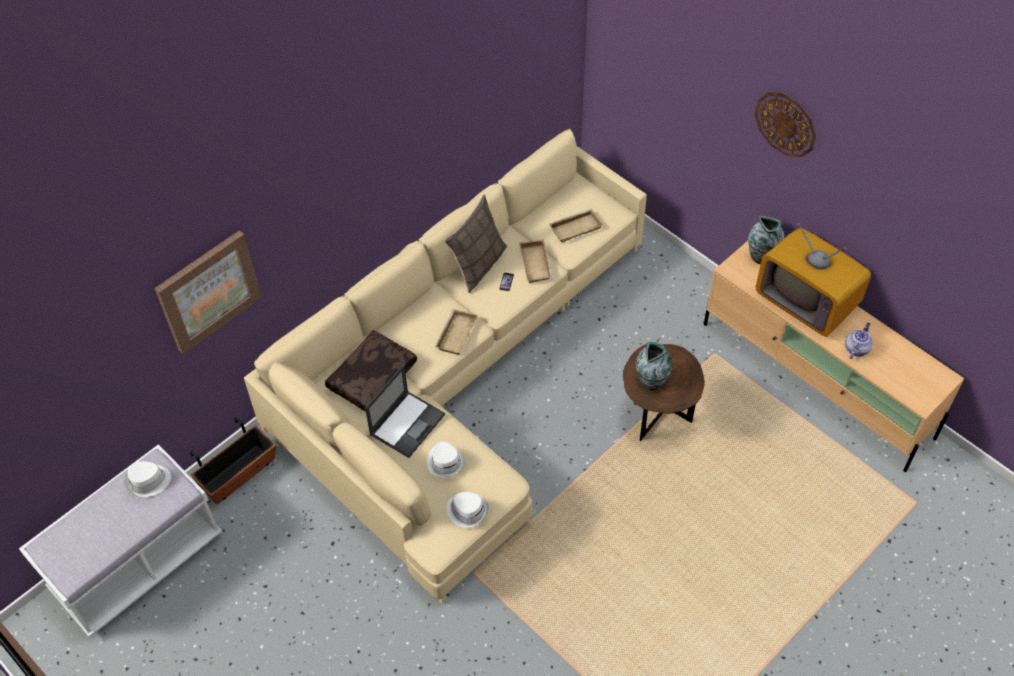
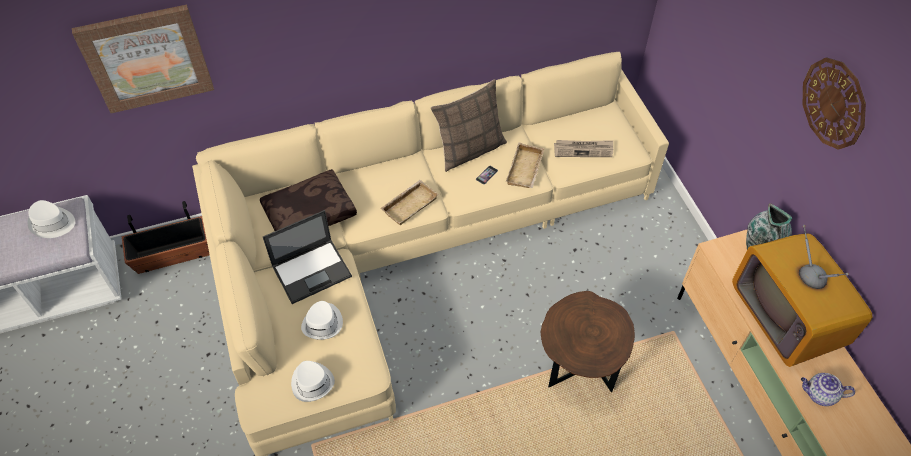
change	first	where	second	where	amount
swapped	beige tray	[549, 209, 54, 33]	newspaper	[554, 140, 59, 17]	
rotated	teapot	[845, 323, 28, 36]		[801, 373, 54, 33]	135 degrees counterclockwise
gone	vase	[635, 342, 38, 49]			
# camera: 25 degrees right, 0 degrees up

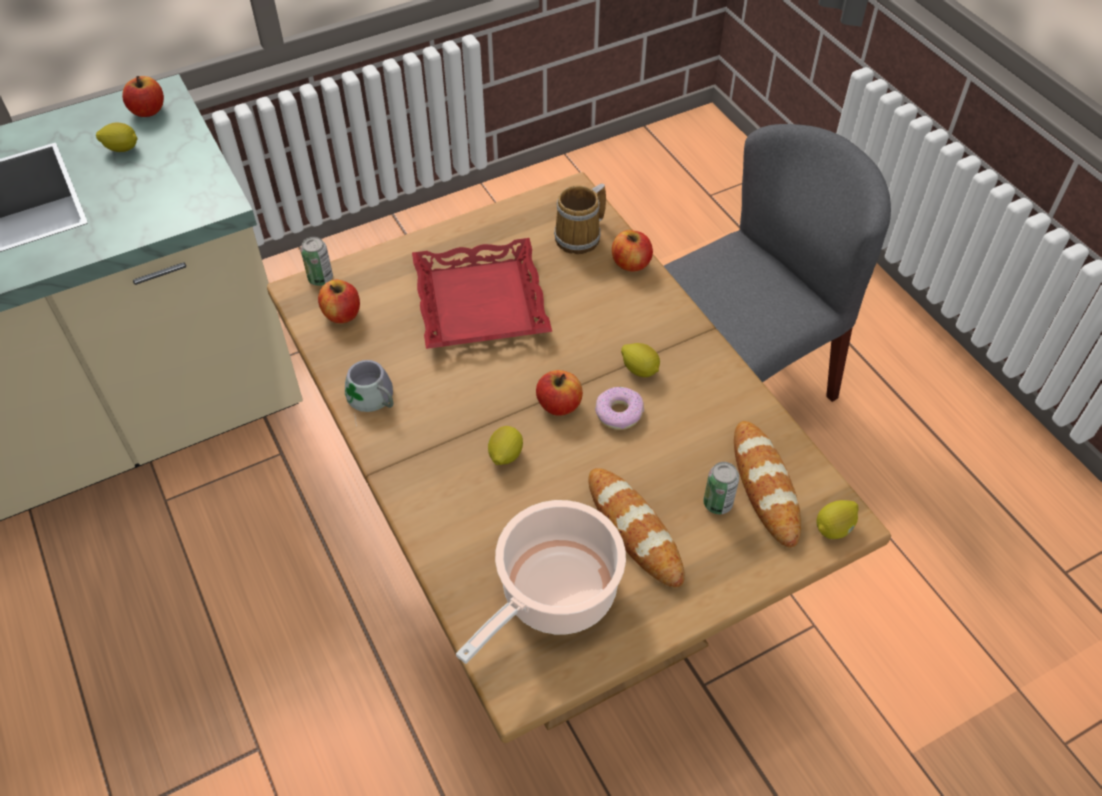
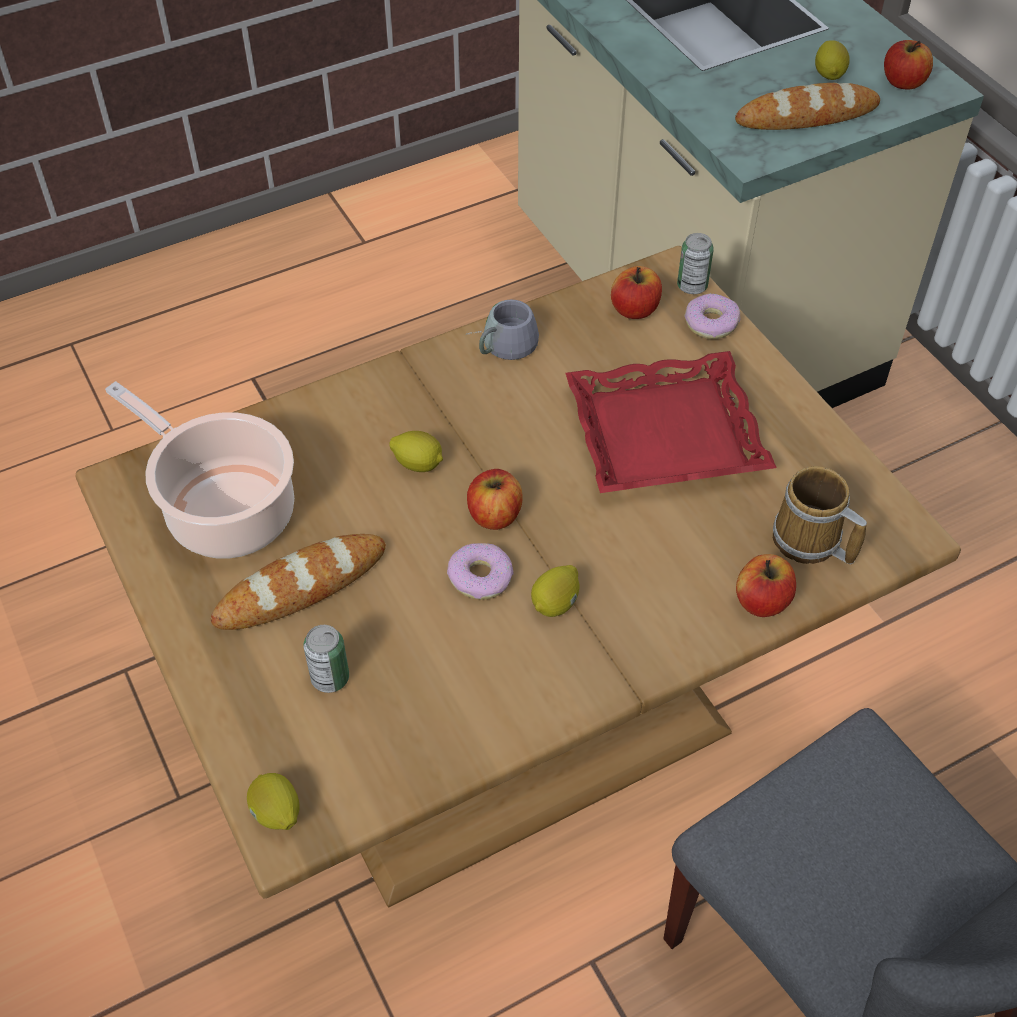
change	first	where	second	where	amount
new			donut	[684, 293, 56, 46]	
shifted	bread	[734, 421, 67, 127]		[735, 83, 145, 47]	
# camera: 90 degrees right, 0 degrees up

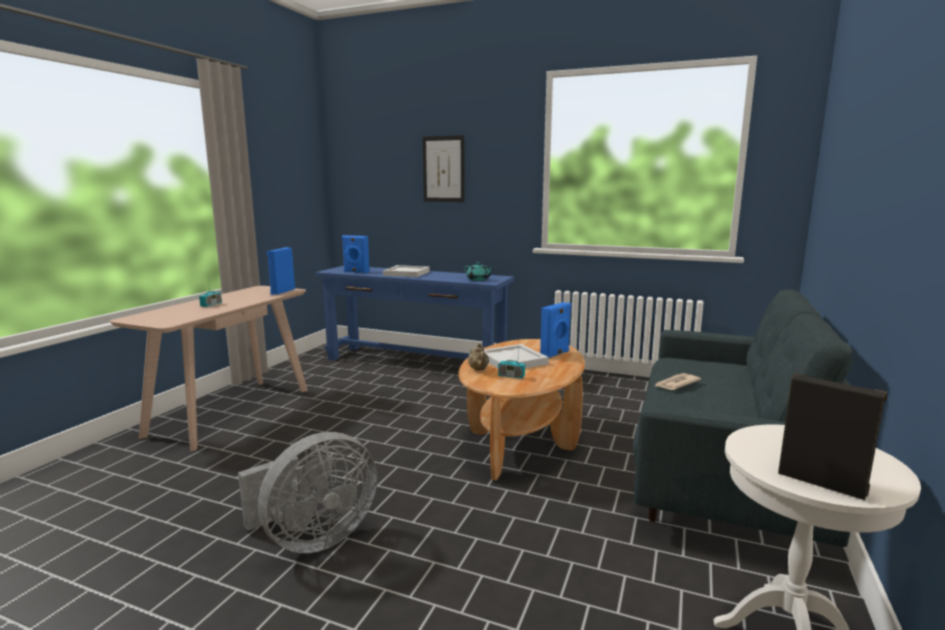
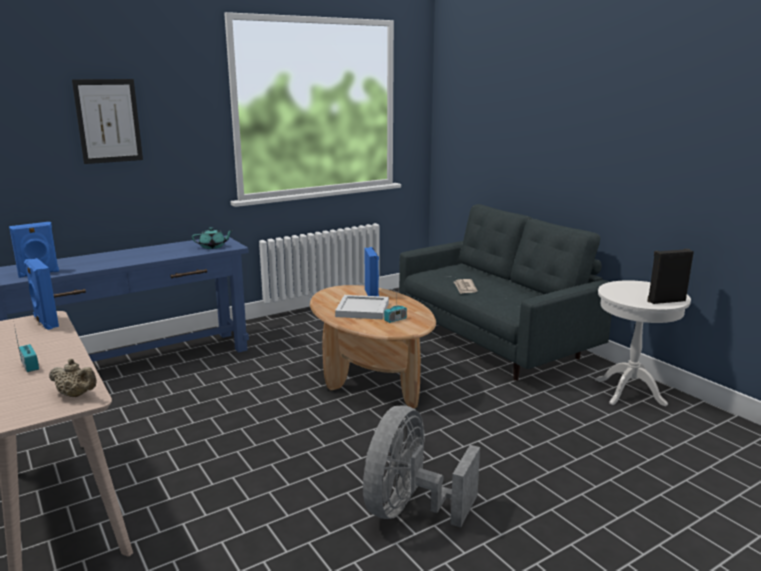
change	first	where	second	where	amount
shifted	beige teapot	[468, 343, 21, 27]		[49, 359, 48, 38]	
rotated	grey fan	[238, 432, 139, 121]		[363, 405, 117, 122]	150 degrees counterclockwise
gone	white tray	[383, 265, 47, 12]			
# camera: 55 degrees left, 5 degrees up

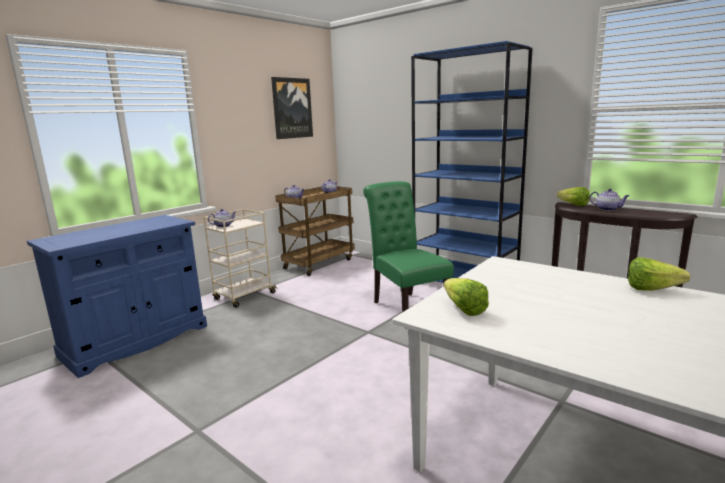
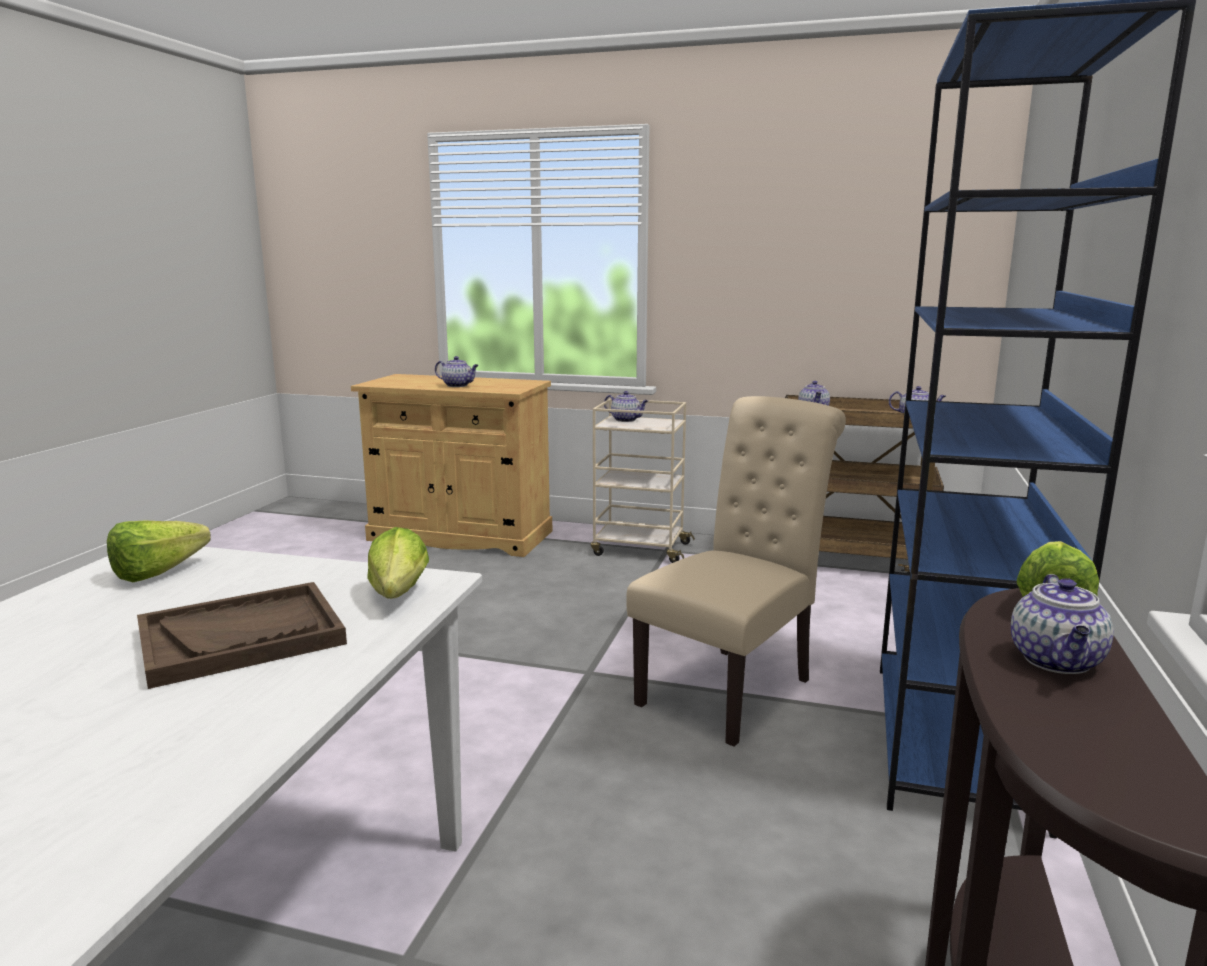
change	first	where	second	where	amount
new			brown tray	[137, 582, 210, 107]	
repainted	blue cabinet	[27, 215, 180, 163]	beige cabinet	[351, 374, 201, 183]	
shifted	lettuce	[628, 257, 62, 34]		[367, 527, 62, 72]	
new			teapot	[435, 356, 44, 31]	
repainted	green chair	[363, 181, 91, 147]	beige chair	[626, 396, 220, 351]	
gone	picture	[271, 77, 42, 62]			
# camera: 65 degrees right, 0 degrees up

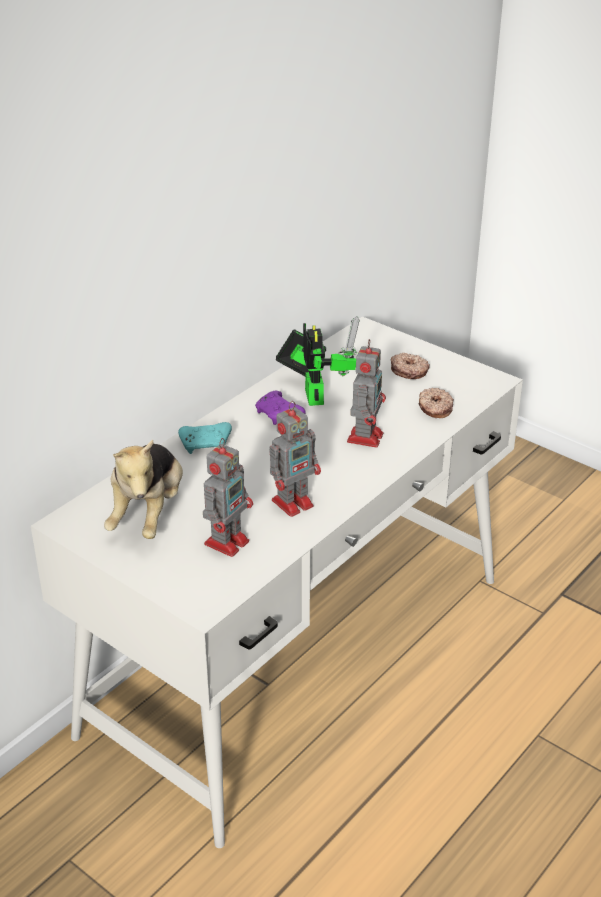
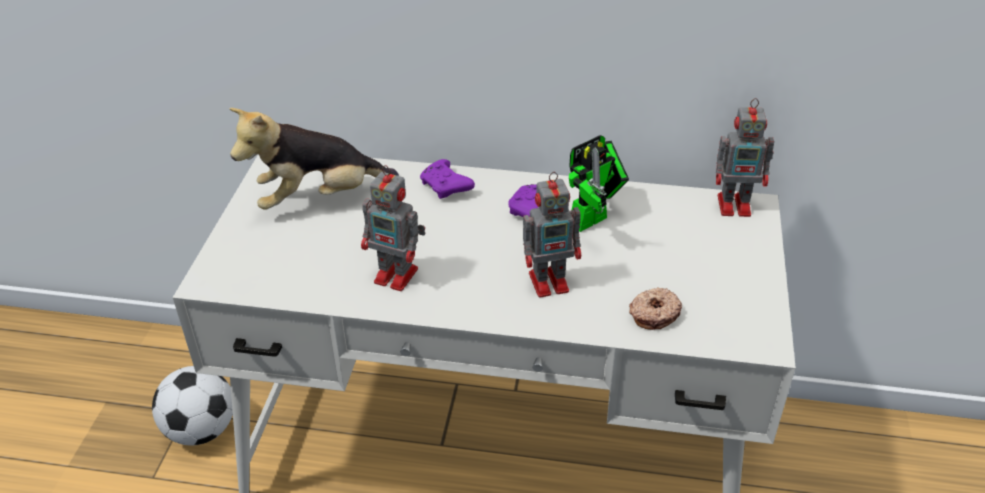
change	first	where	second	where	amount
new			football	[152, 366, 81, 80]	
repainted	turquoise game controller	[178, 422, 54, 32]	purple game controller	[420, 159, 55, 40]	
shifted	toy robot	[203, 438, 50, 119]		[716, 98, 58, 119]	
gone	donut	[391, 353, 39, 26]			
# camera: 60 degrees right, 5 degrees up

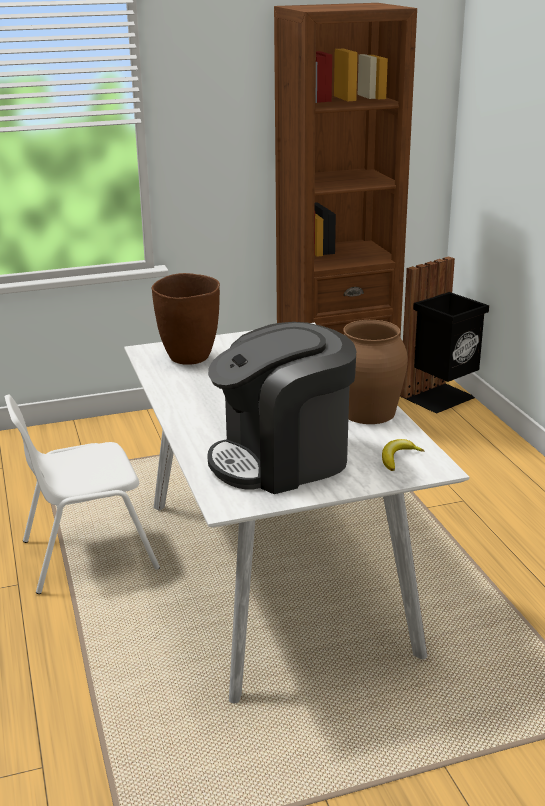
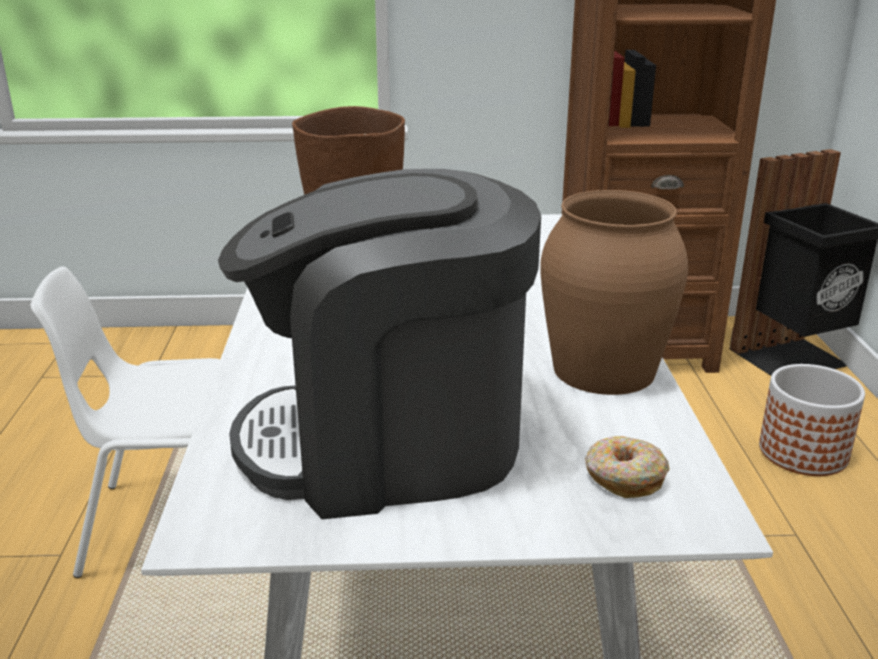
change	first	where	second	where	amount
swapped	banana	[382, 439, 42, 32]	donut	[585, 436, 85, 62]	
new			planter	[759, 364, 106, 112]	
# camera: 15 degrees right, 0 degrees up

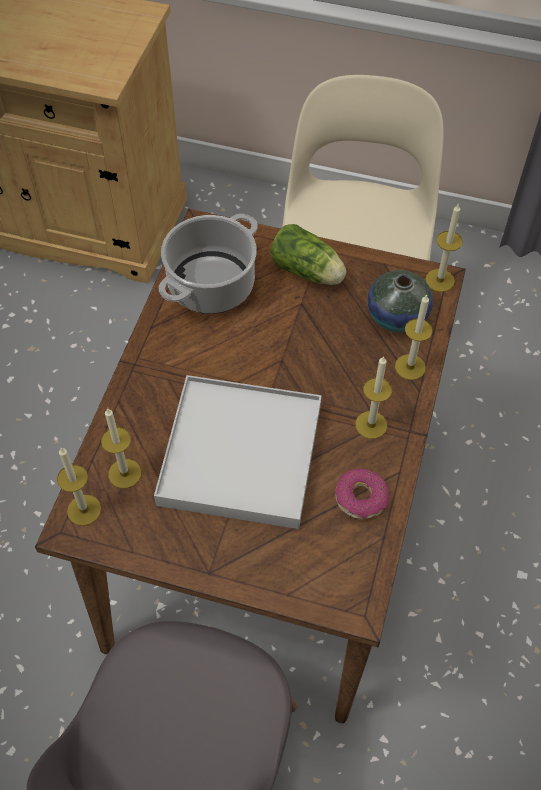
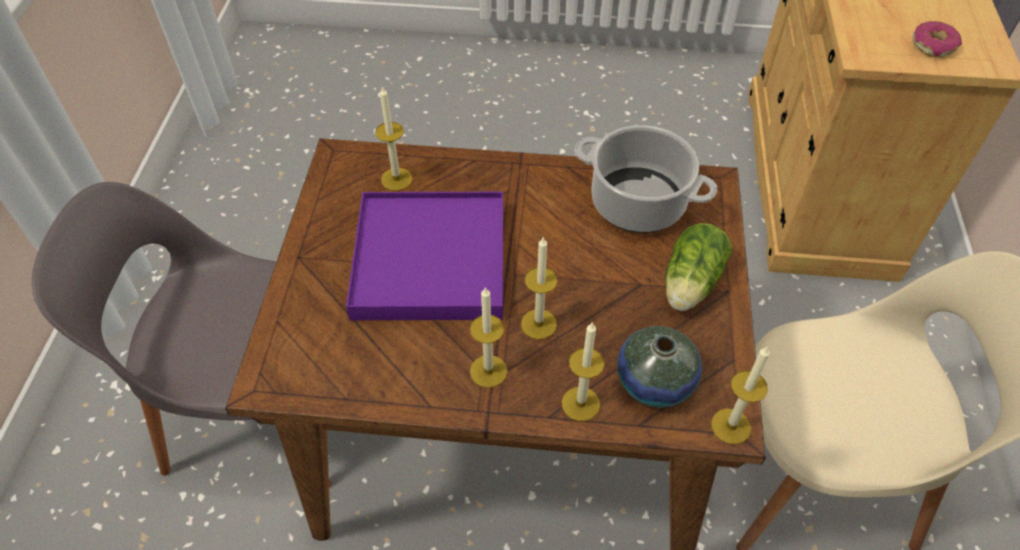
change	first	where	second	where	amount
repainted	white tray	[154, 375, 167, 154]	purple tray	[346, 192, 157, 128]	
shifted	candle	[57, 448, 44, 78]		[521, 238, 37, 101]	
shifted	donut	[335, 469, 54, 50]		[912, 21, 50, 37]	
# camera: 80 degrees right, 5 degrees down

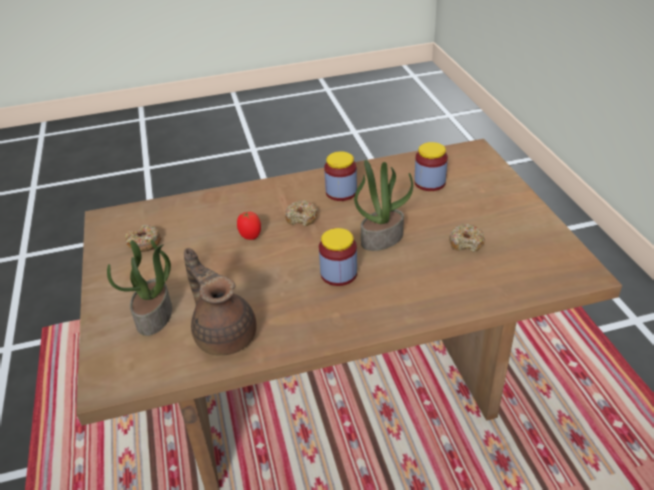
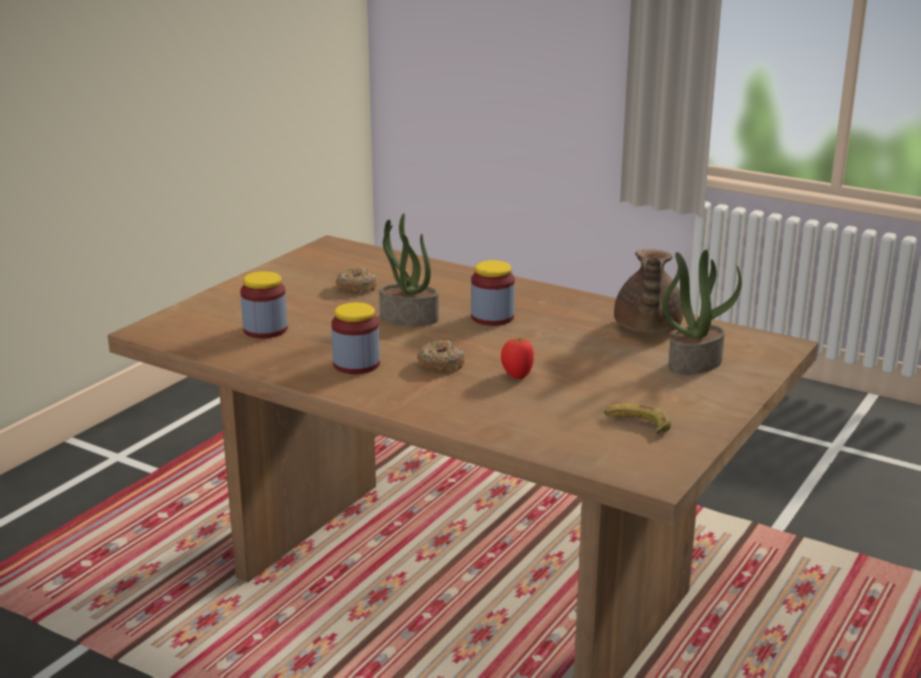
change	first	where	second	where	amount
swapped	donut	[125, 225, 36, 27]	banana	[604, 403, 67, 31]	
# camera: 135 degrees left, 15 degrees down

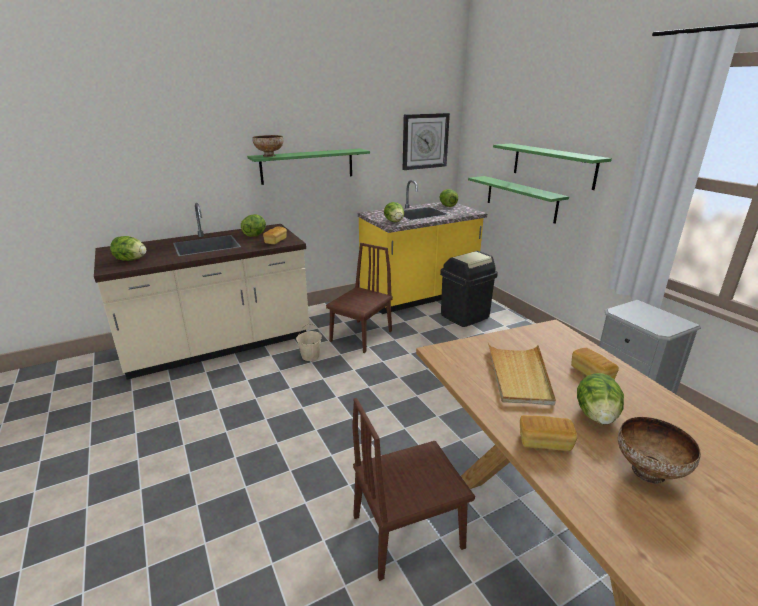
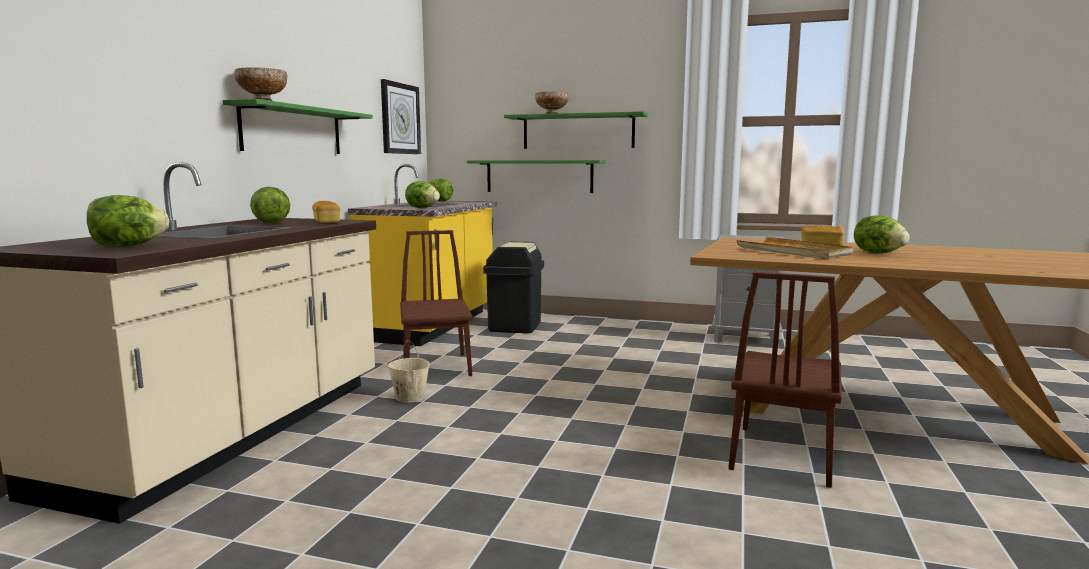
change	first	where	second	where	amount
shifted	bowl	[618, 417, 83, 67]		[535, 92, 34, 22]	
gone	bread	[520, 415, 57, 36]			
# camera: 45 degrees left, 15 degrees down

